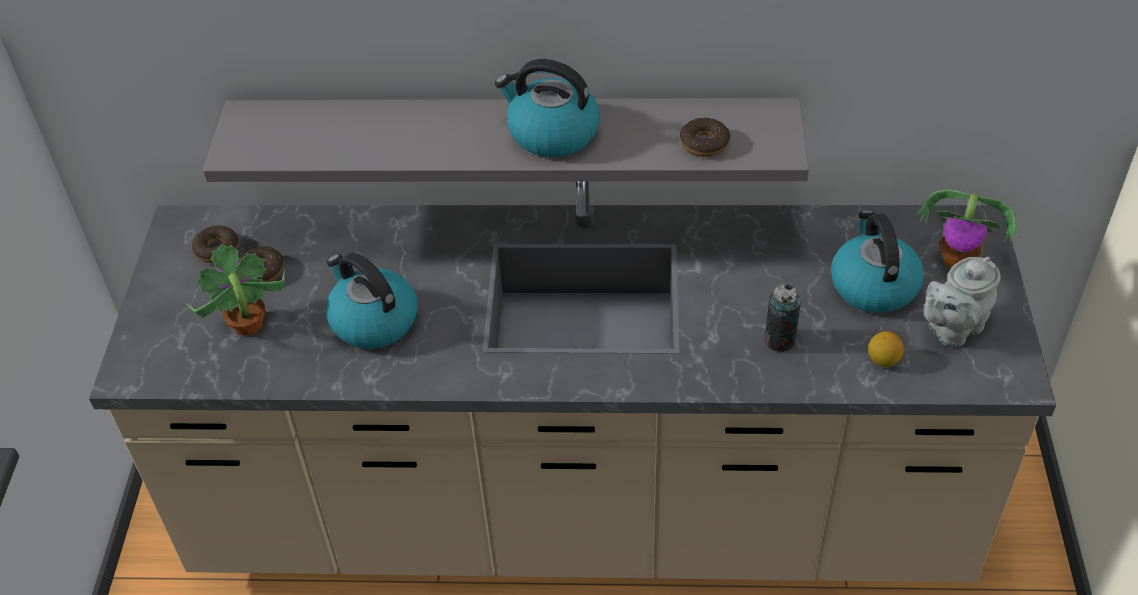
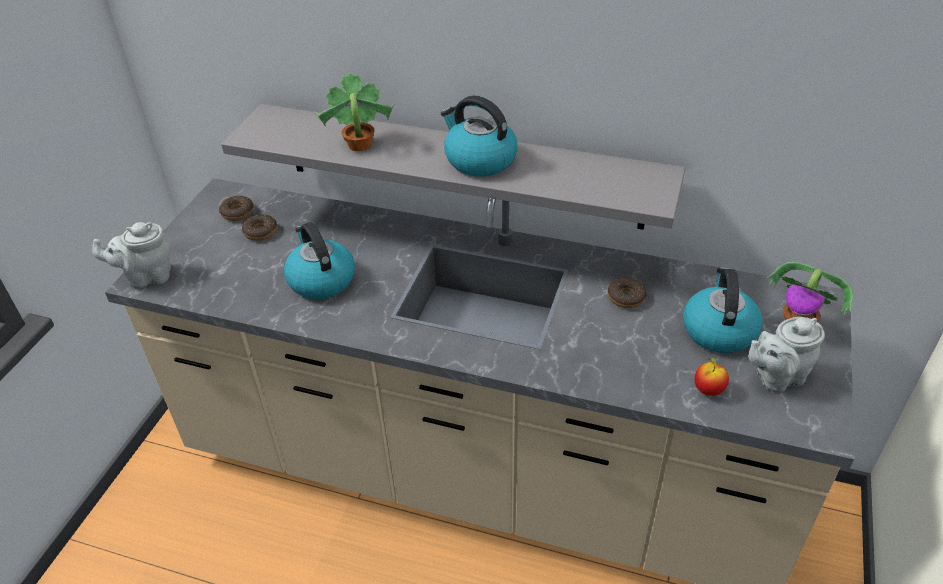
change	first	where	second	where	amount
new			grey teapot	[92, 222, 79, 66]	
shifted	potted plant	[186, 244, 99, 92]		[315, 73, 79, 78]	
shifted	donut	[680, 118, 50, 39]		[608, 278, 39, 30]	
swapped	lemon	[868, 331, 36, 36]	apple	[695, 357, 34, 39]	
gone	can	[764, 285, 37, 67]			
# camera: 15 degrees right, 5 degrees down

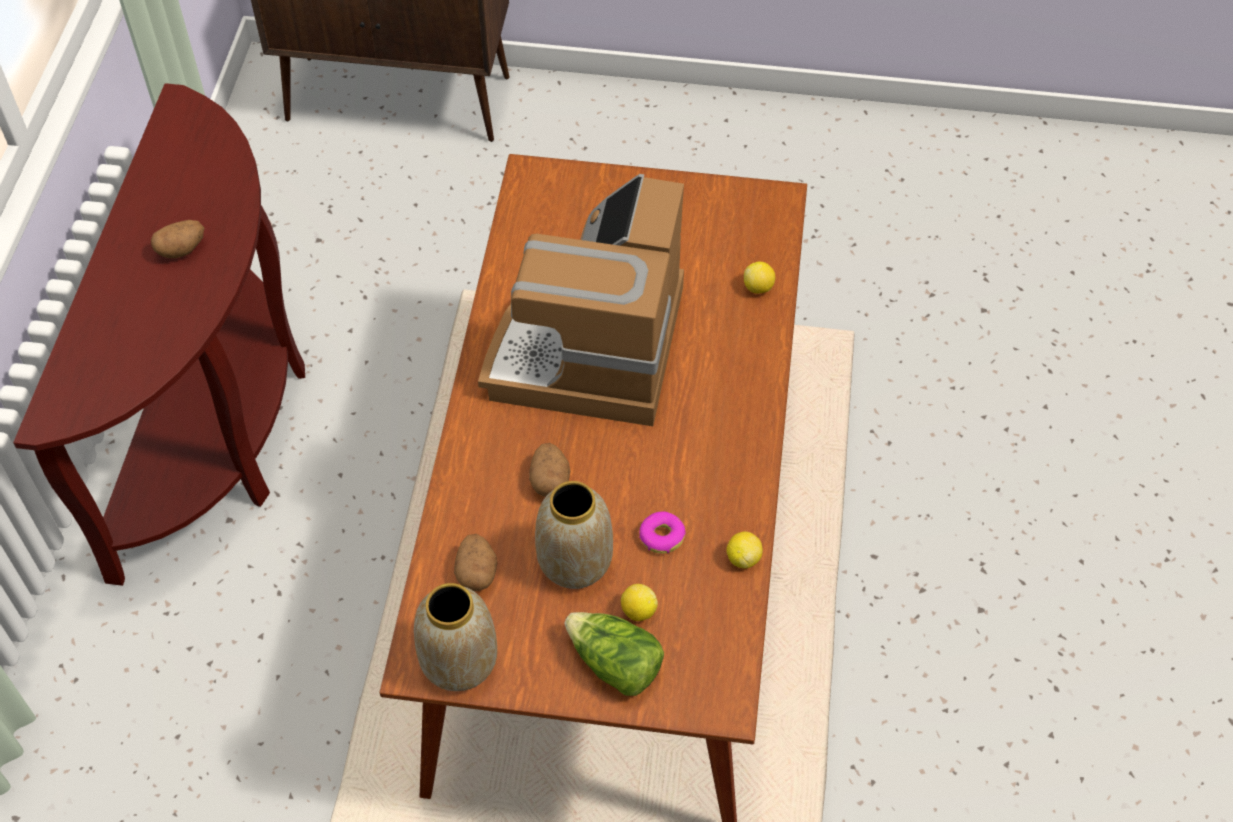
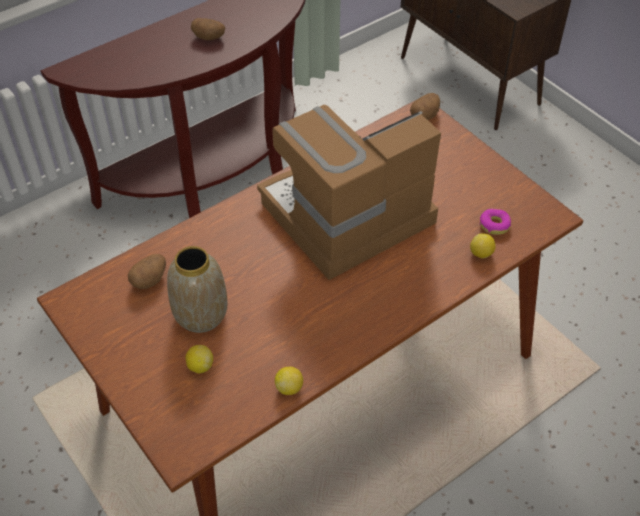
change	first	where	second	where	amount
shifted	potato	[529, 443, 41, 54]		[410, 93, 30, 27]	
shifted	donut	[639, 511, 47, 43]		[480, 209, 31, 26]	
gone	vase	[414, 583, 83, 108]			
gone	lettuce	[564, 612, 100, 84]			
# camera: 45 degrees right, 5 degrees down

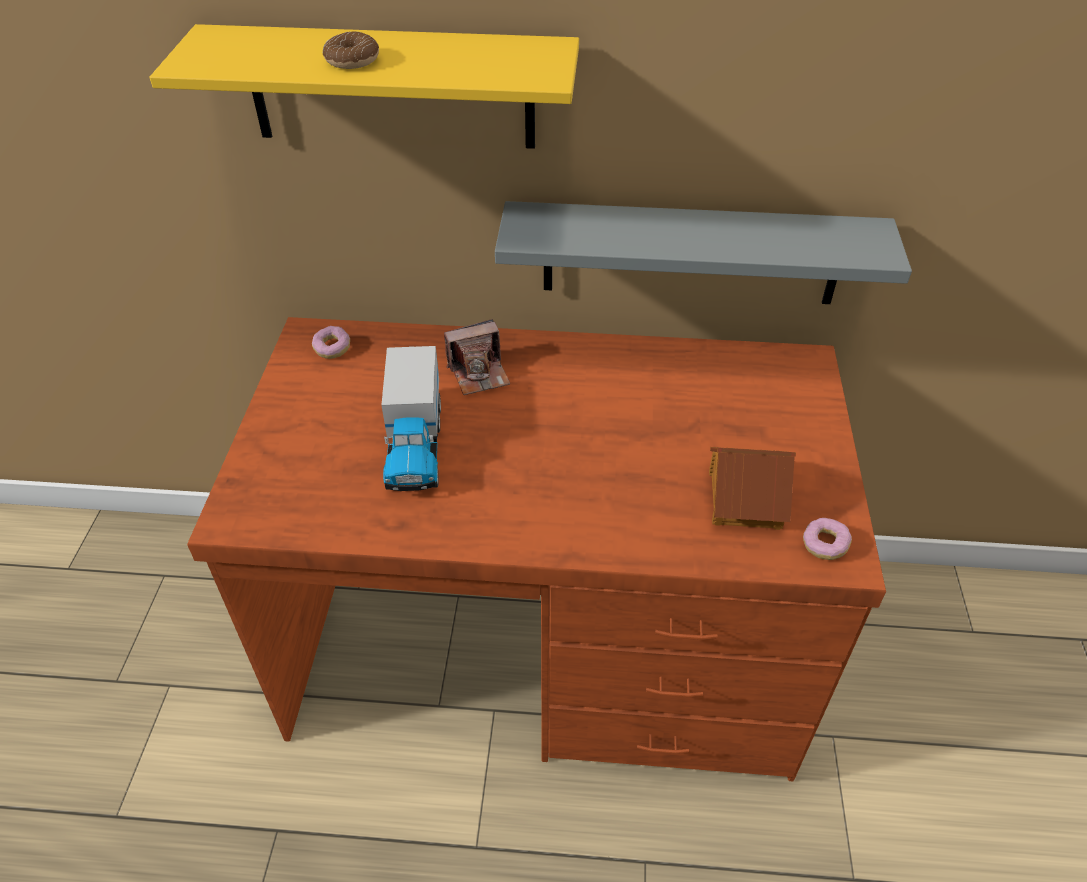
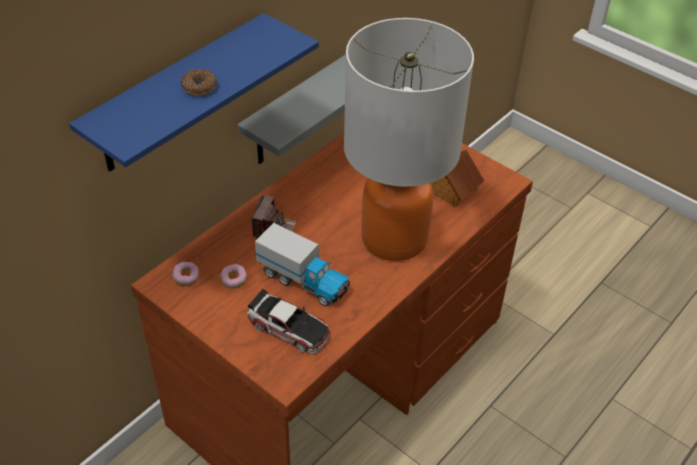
change	first	where	second	where	amount
repainted	yellow shelf	[150, 24, 429, 125]	blue shelf	[69, 13, 250, 159]	
shifted	donut	[803, 518, 49, 42]		[220, 264, 27, 24]	
new			toy car	[248, 289, 82, 65]	
new			table lamp	[344, 18, 130, 243]	
# camera: 55 degrees left, 0 degrees up

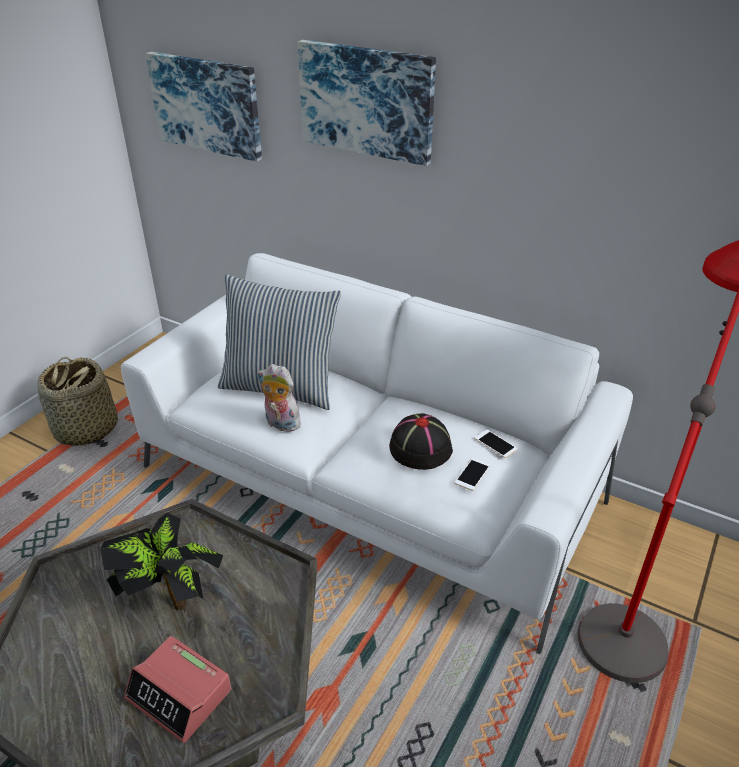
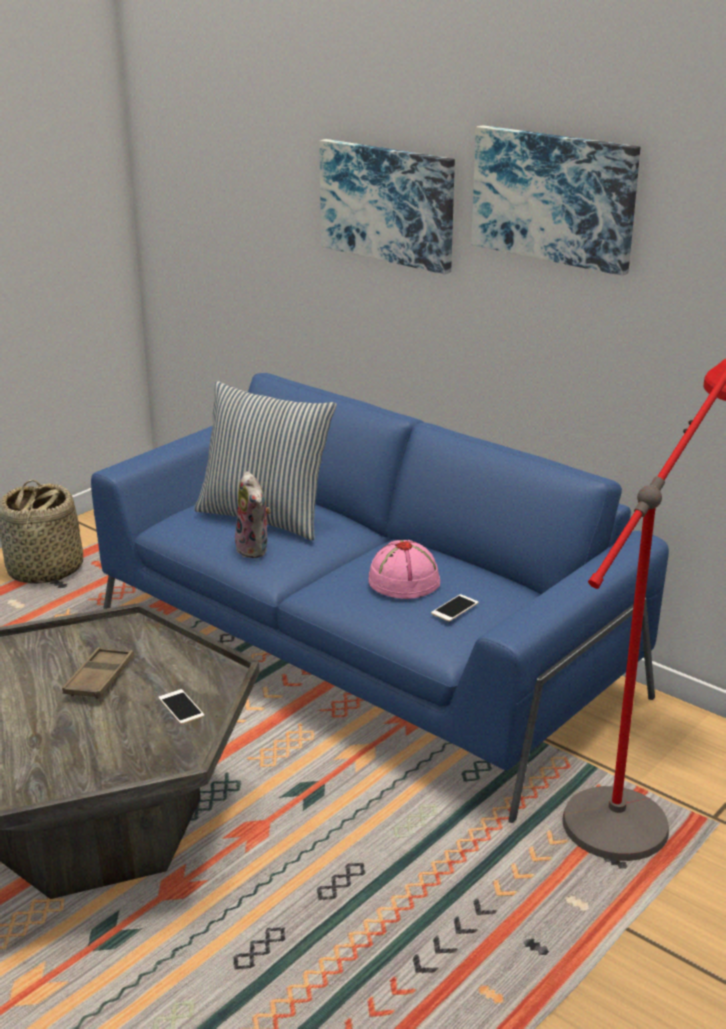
change	first	where	second	where	amount
swapped	potted plant	[100, 513, 123, 98]	brown tray	[62, 647, 72, 52]	
repainted	white sofa	[121, 253, 512, 401]	blue sofa	[91, 373, 578, 450]	
shifted	phone	[474, 429, 43, 29]		[158, 689, 47, 35]	
rotated	plush toy	[257, 364, 44, 68]		[235, 471, 36, 87]	150 degrees counterclockwise
repainted	black hat	[389, 413, 64, 57]	pink hat	[369, 540, 71, 59]	
shifted	picture	[145, 52, 117, 110]		[471, 125, 169, 151]	
gone	alarm clock	[124, 636, 107, 107]			
# camera: 10 degrees right, 10 degrees down

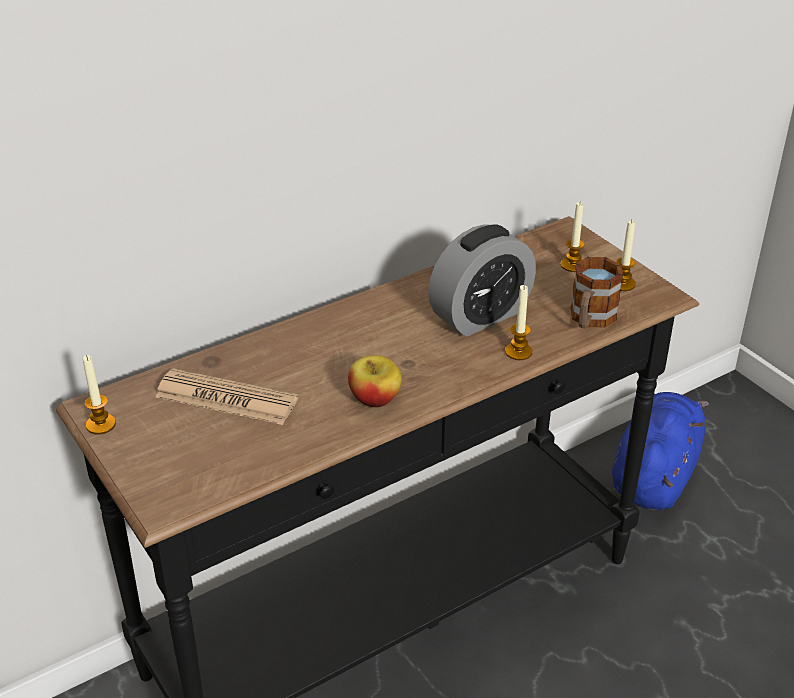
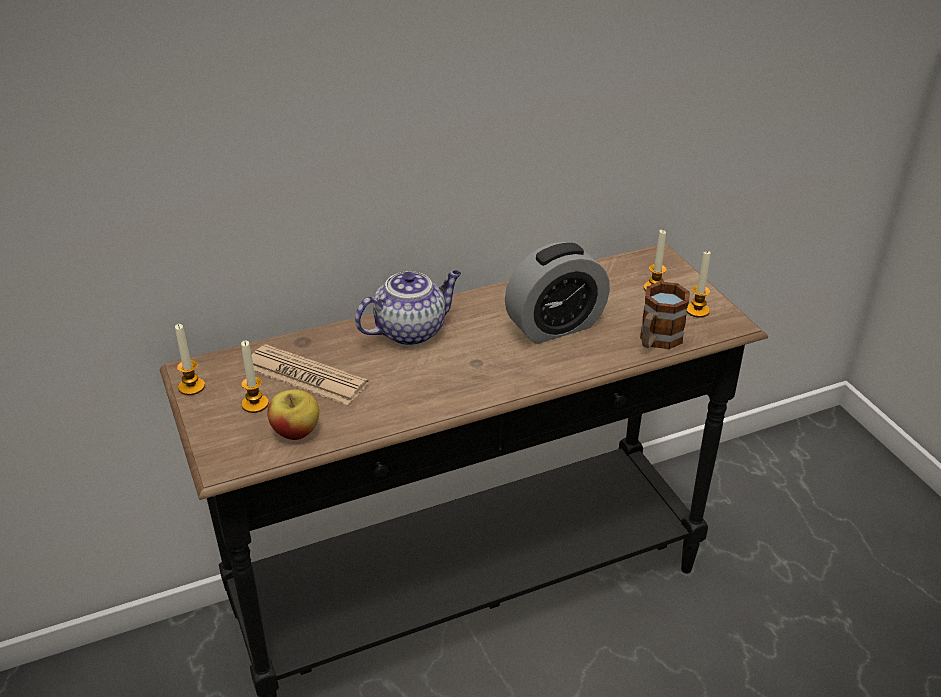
change	first	where	second	where	amount
shifted	candle	[505, 285, 27, 75]		[241, 340, 28, 73]	
shifted	apple	[348, 355, 54, 53]		[267, 389, 52, 51]	
new			teapot	[355, 270, 106, 76]	
gone	blue plush toy	[612, 392, 97, 118]			
# camera: 10 degrees right, 0 degrees up

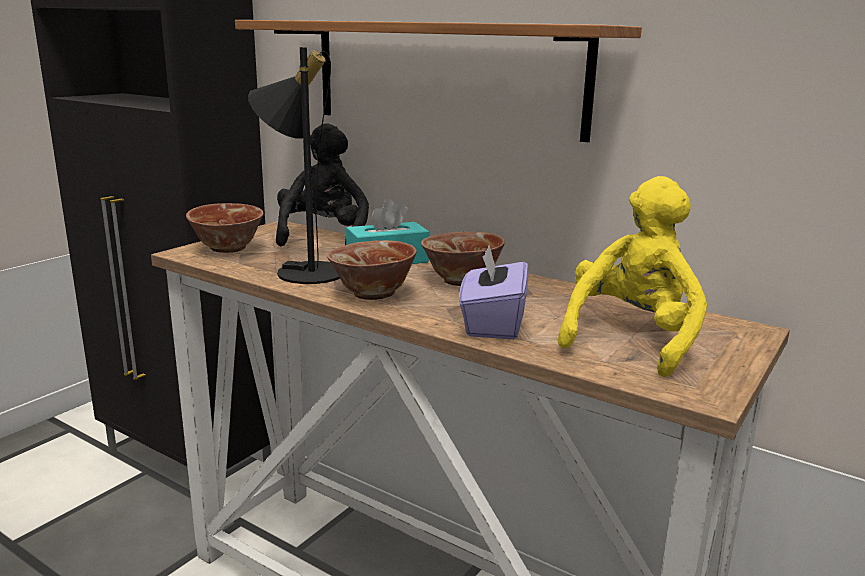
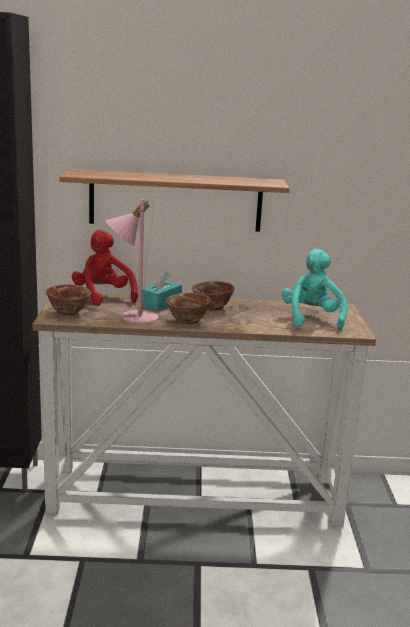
change	first	where	second	where	amount
repainted	black plush toy	[276, 123, 93, 124]	red plush toy	[72, 230, 66, 76]	
repainted	black table lamp	[248, 47, 92, 237]	pink table lamp	[106, 199, 52, 125]	
repainted	yellow plush toy	[558, 176, 149, 202]	turquoise plush toy	[282, 249, 65, 81]	
gone	purple tissue box	[459, 245, 69, 95]			
# camera: 35 degrees left, 0 degrees up

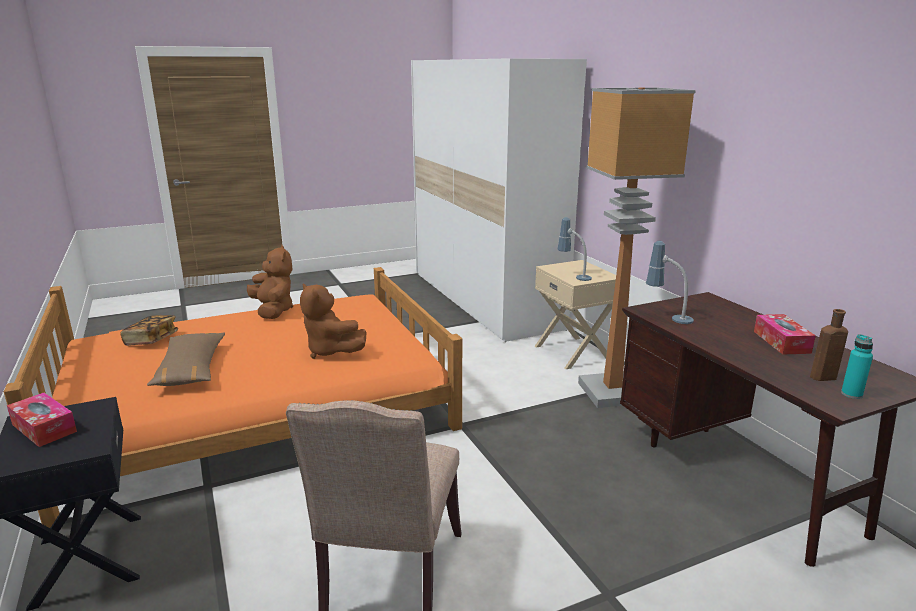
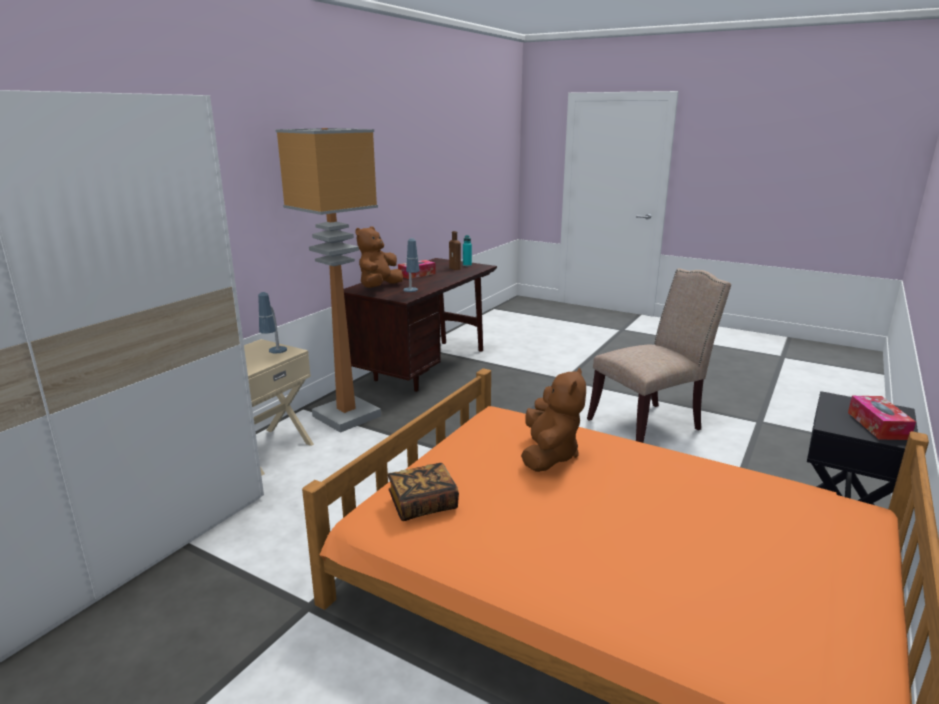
change	first	where	second	where	amount
shifted	brown plush toy	[247, 245, 46, 74]		[355, 226, 48, 62]	
shifted	book	[120, 315, 58, 31]		[388, 463, 71, 58]	
gone	brown pillow	[147, 333, 78, 53]			
# camera: 125 degrees left, 0 degrees up

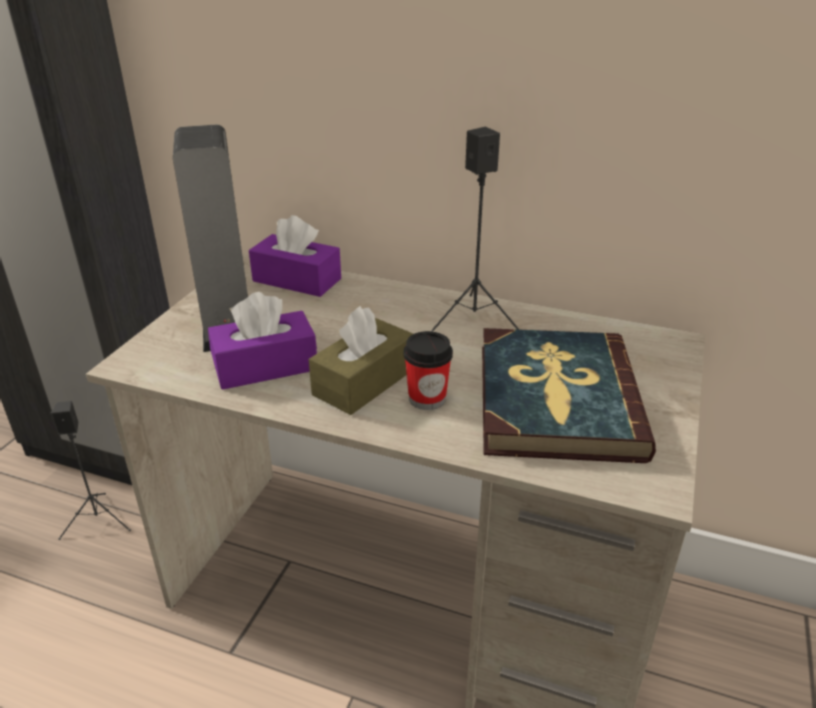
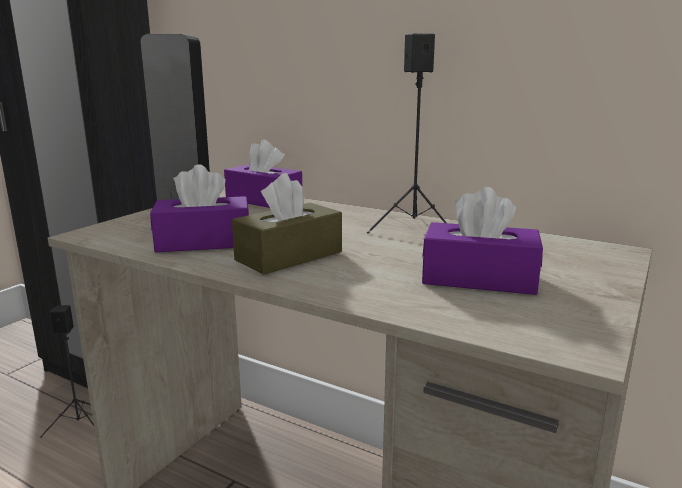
change	first	where	second	where	amount
swapped	book	[482, 328, 174, 135]	purple tissue box	[422, 187, 121, 108]	
gone	cup	[403, 331, 50, 79]			
# camera: 10 degrees right, 15 degrees down

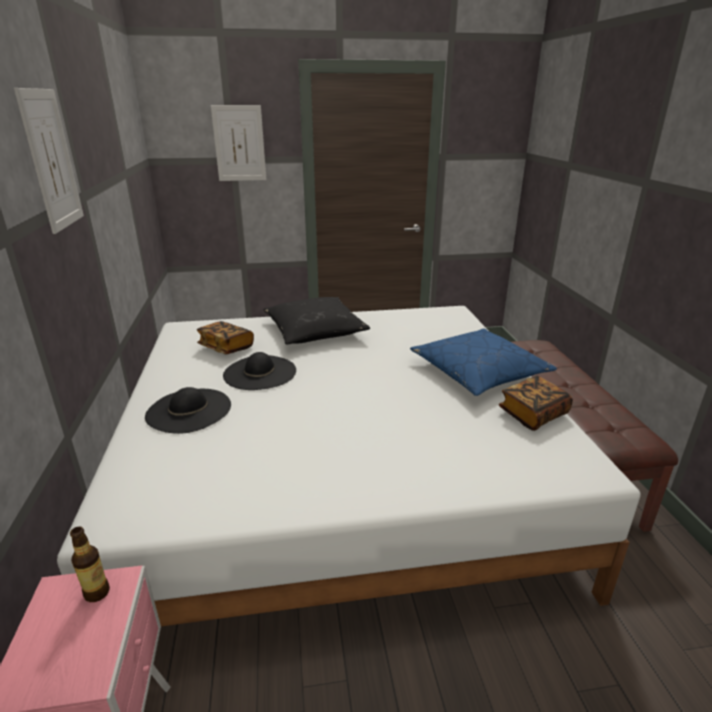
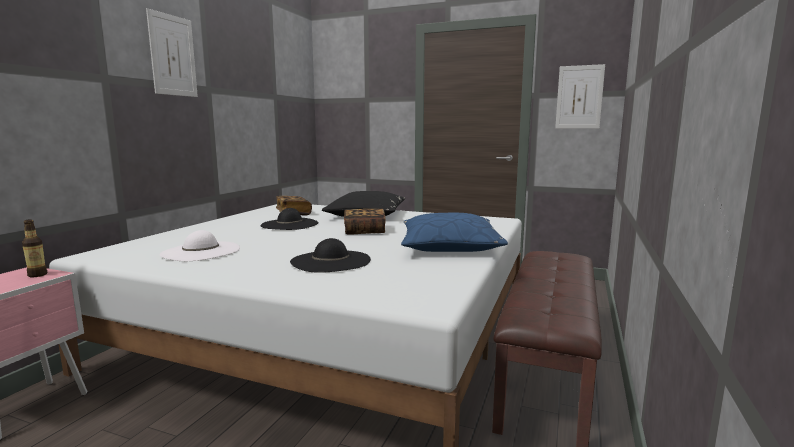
change	first	where	second	where	amount
new			white hat	[160, 230, 80, 31]	
shifted	black hat	[145, 387, 86, 47]		[290, 238, 81, 35]	
shifted	book	[499, 376, 74, 55]		[344, 209, 42, 26]	
shifted	picture	[211, 105, 55, 76]		[555, 64, 50, 65]	
# camera: 30 degrees right, 15 degrees down

